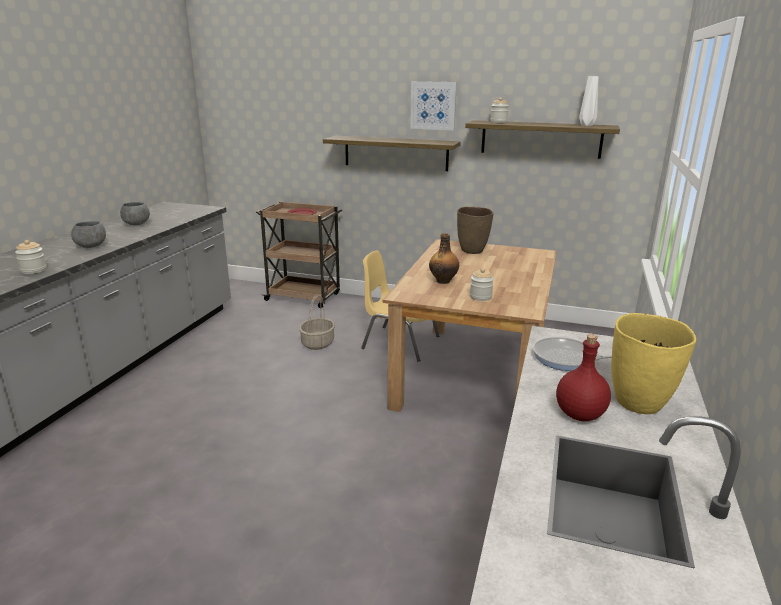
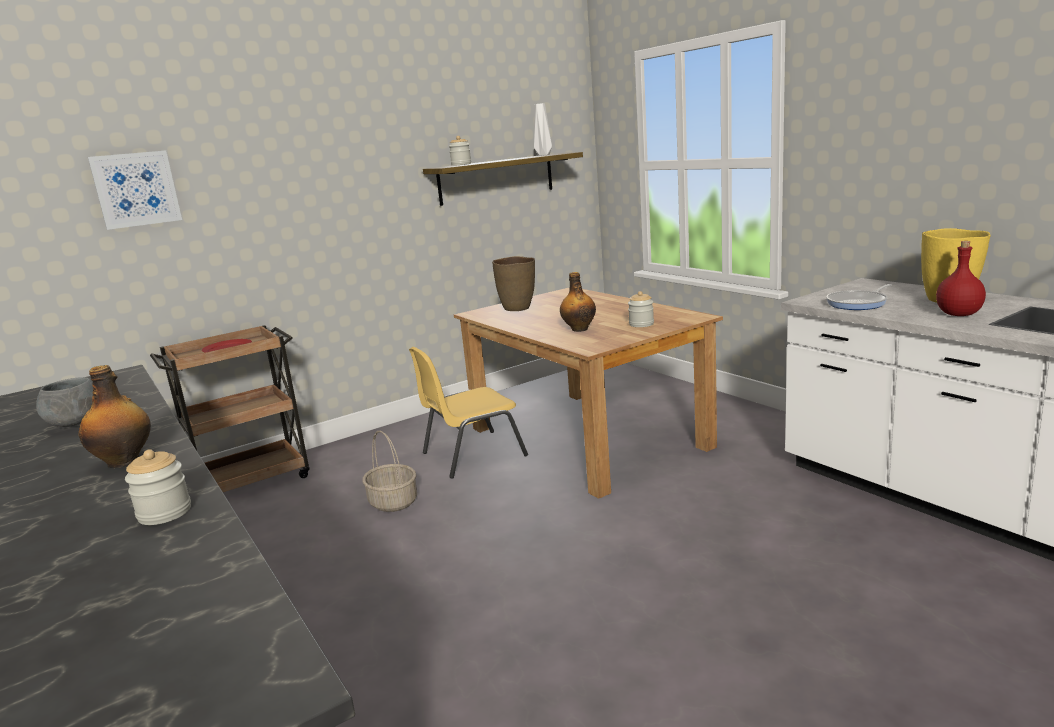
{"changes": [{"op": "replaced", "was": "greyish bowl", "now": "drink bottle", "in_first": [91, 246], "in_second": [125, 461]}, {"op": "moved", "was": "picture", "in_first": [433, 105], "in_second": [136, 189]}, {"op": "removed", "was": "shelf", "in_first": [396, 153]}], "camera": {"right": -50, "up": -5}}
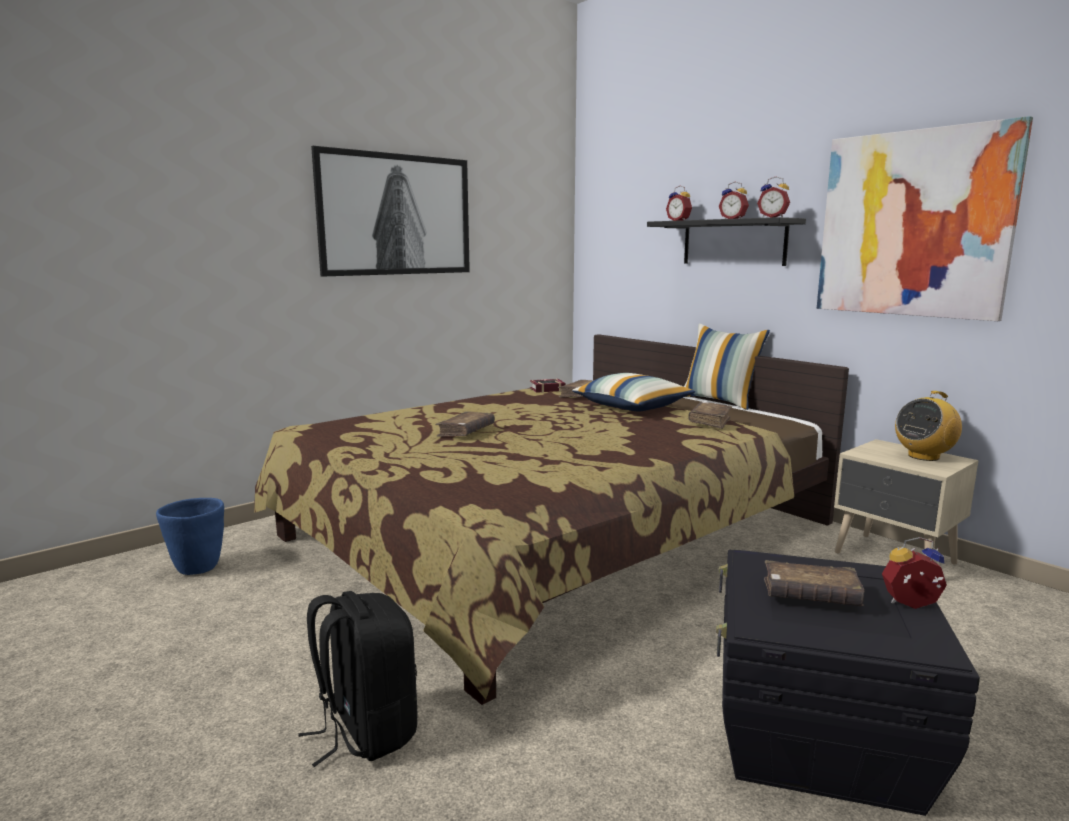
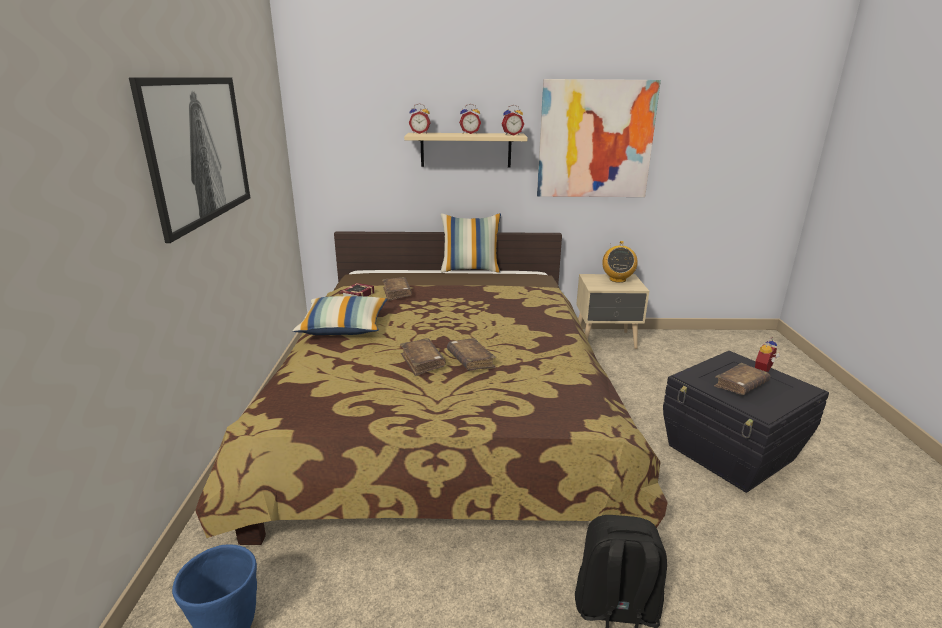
{"changes": [{"op": "moved", "was": "pillow", "in_first": [632, 407], "in_second": [344, 327]}, {"op": "recoloured", "was": "blackish shelf", "now": "beige-coloured shelf", "in_first": [733, 242], "in_second": [466, 150]}, {"op": "moved", "was": "brown volume", "in_first": [710, 421], "in_second": [470, 361]}], "camera": {"right": -50, "up": 10}}
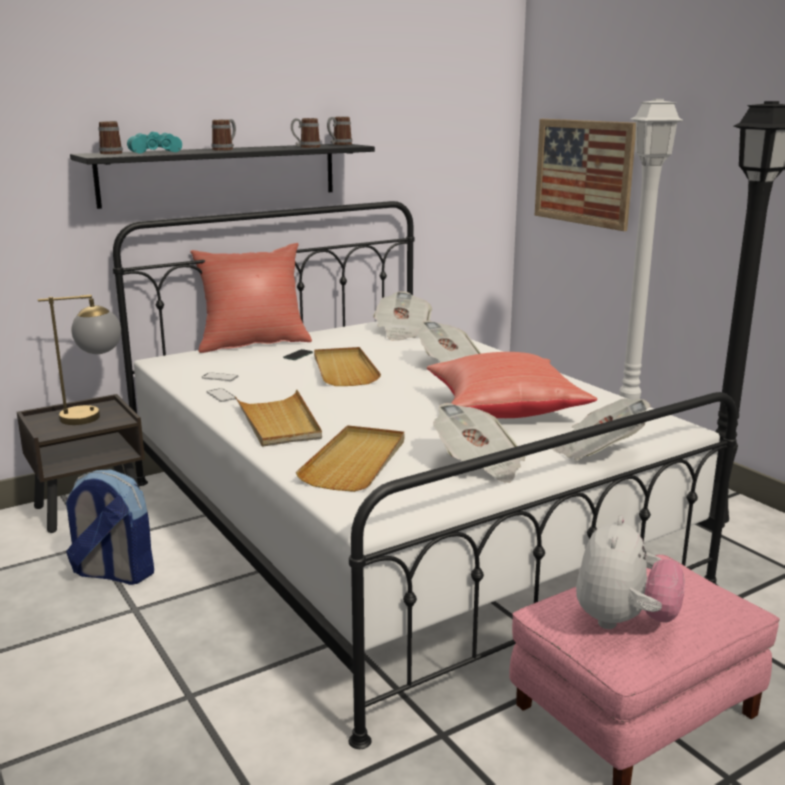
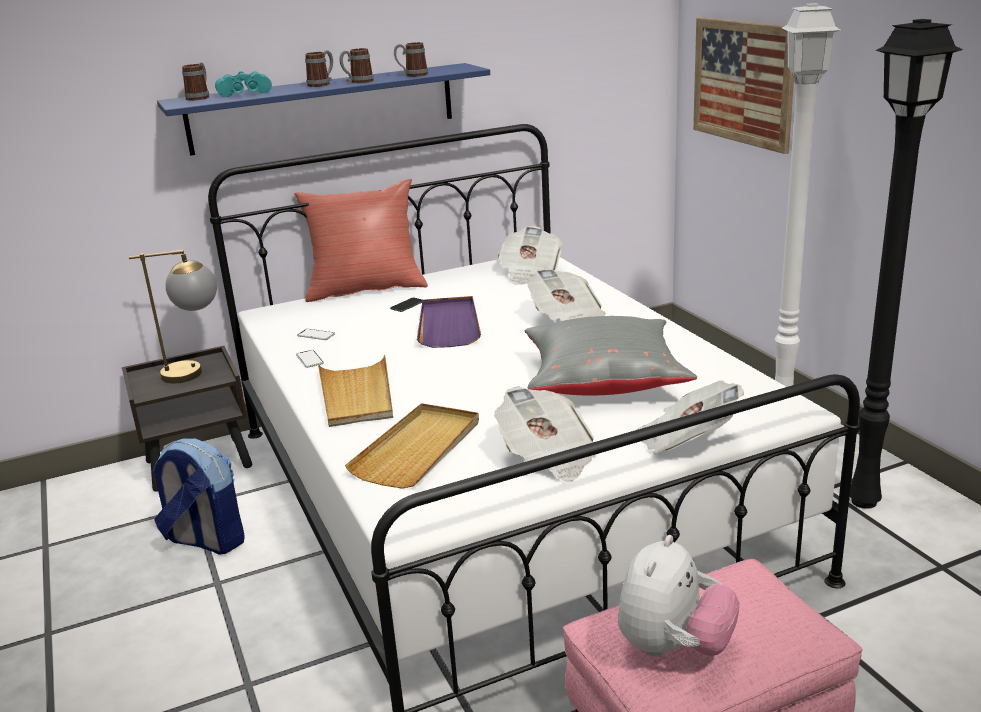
{"changes": [{"op": "recoloured", "was": "blackish shelf", "now": "bluish shelf", "in_first": [221, 174], "in_second": [323, 108]}, {"op": "moved", "was": "tea mug", "in_first": [339, 144], "in_second": [358, 82]}, {"op": "recoloured", "was": "beige-coloured carrying tray", "now": "purplish carrying tray", "in_first": [344, 370], "in_second": [449, 325]}, {"op": "recoloured", "was": "red-coloured pillow", "now": "greyish pillow", "in_first": [504, 410], "in_second": [603, 381]}], "camera": {"right": 10, "up": 5}}
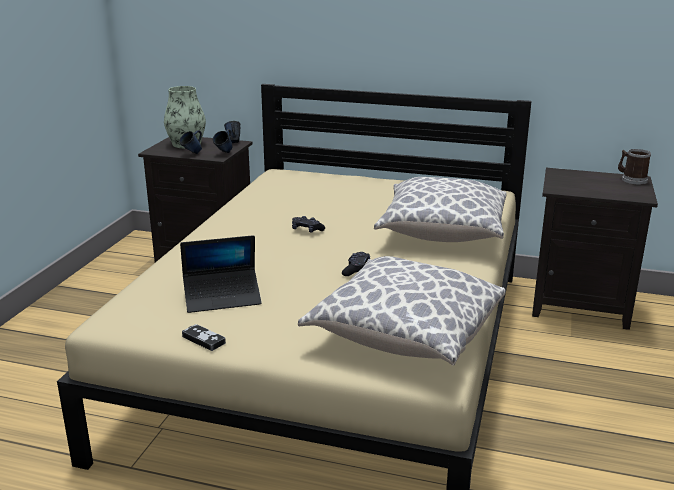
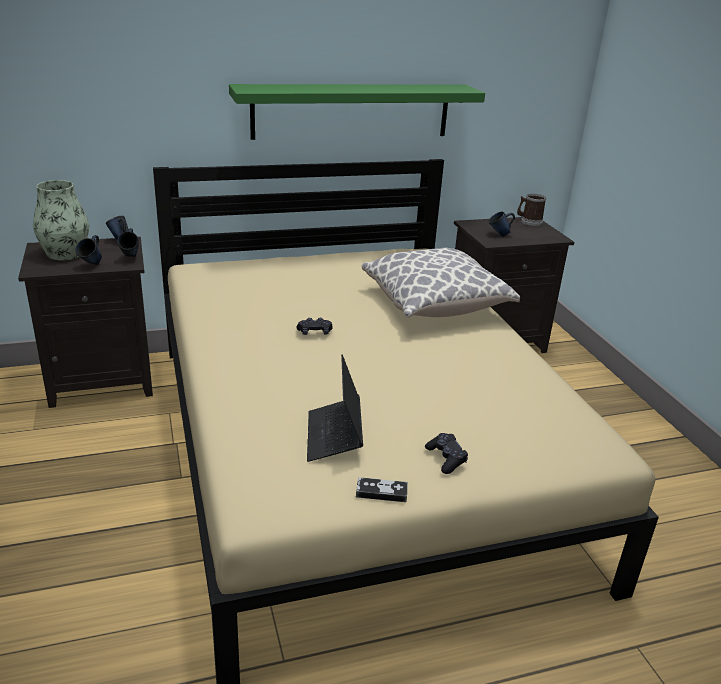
{"changes": [{"op": "added", "now": "green shelf", "in_second": [352, 111]}, {"op": "turned", "was": "portable computer", "in_first": [222, 297], "in_second": [334, 436], "clockwise": 135}, {"op": "moved", "was": "blackish gamepad", "in_first": [356, 269], "in_second": [446, 458]}, {"op": "added", "now": "bluish tea mug", "in_second": [499, 235]}, {"op": "removed", "was": "pillow", "in_first": [404, 336]}], "camera": {"right": -35, "up": 5}}
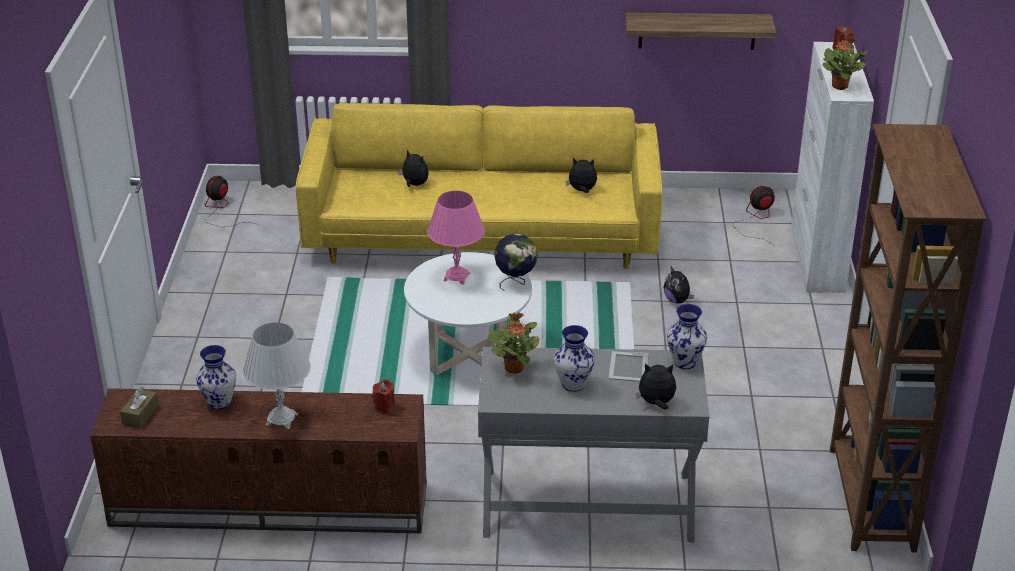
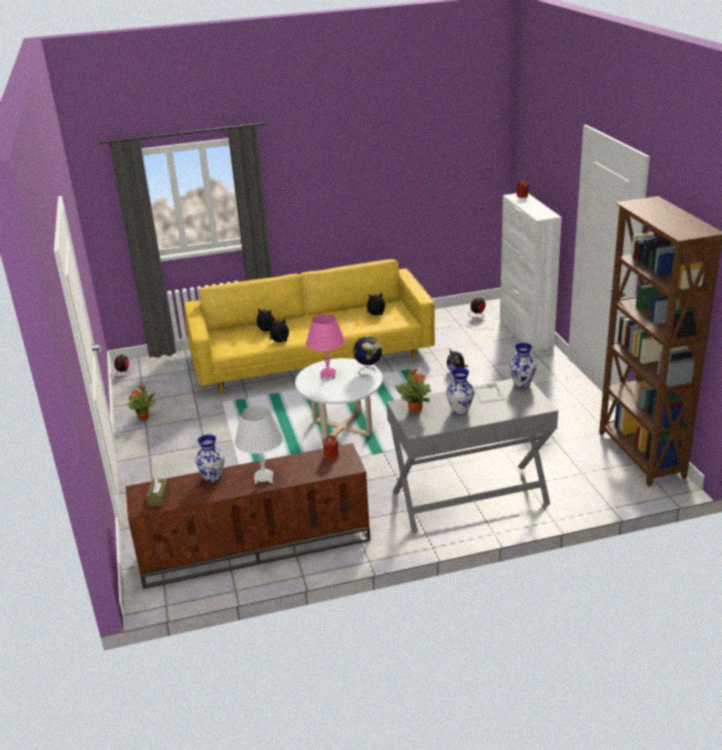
{"changes": [{"op": "moved", "was": "houseplant", "in_first": [840, 86], "in_second": [143, 417]}, {"op": "moved", "was": "plush toy", "in_first": [656, 403], "in_second": [280, 342]}, {"op": "removed", "was": "shelf", "in_first": [697, 31]}], "camera": {"right": -15, "up": -5}}
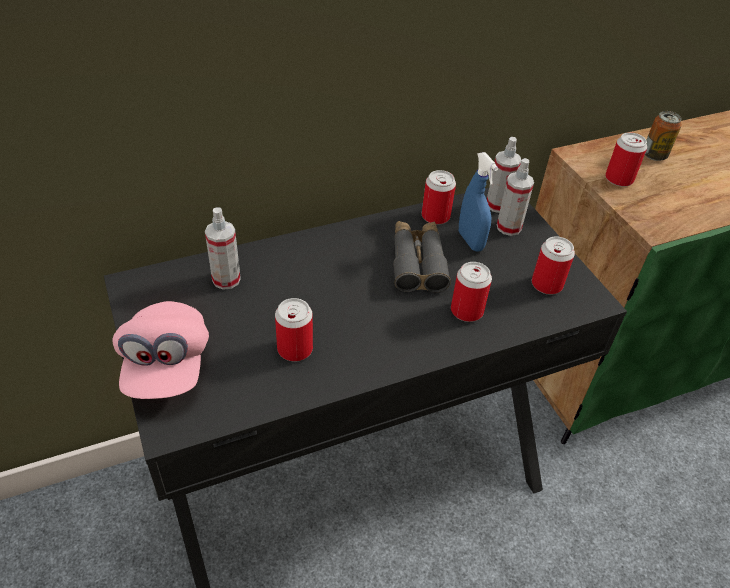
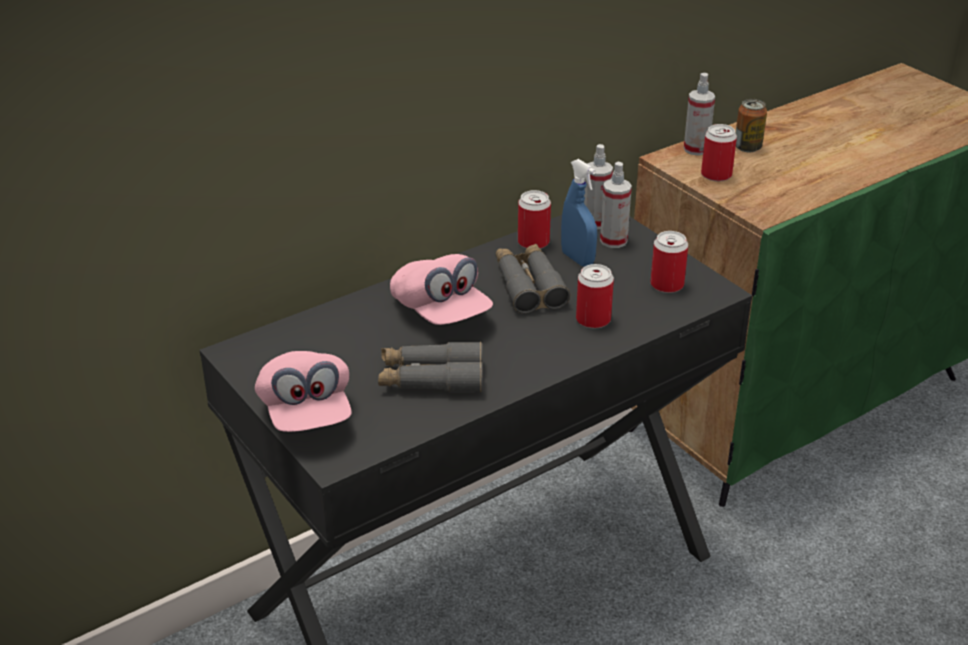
{"changes": [{"op": "replaced", "was": "sealed can", "now": "greyish pair of binoculars", "in_first": [295, 349], "in_second": [431, 378]}, {"op": "added", "now": "pink-coloured peaked cap", "in_second": [441, 312]}, {"op": "moved", "was": "hand sprayer", "in_first": [226, 279], "in_second": [696, 149]}], "camera": {"right": -10, "up": -10}}
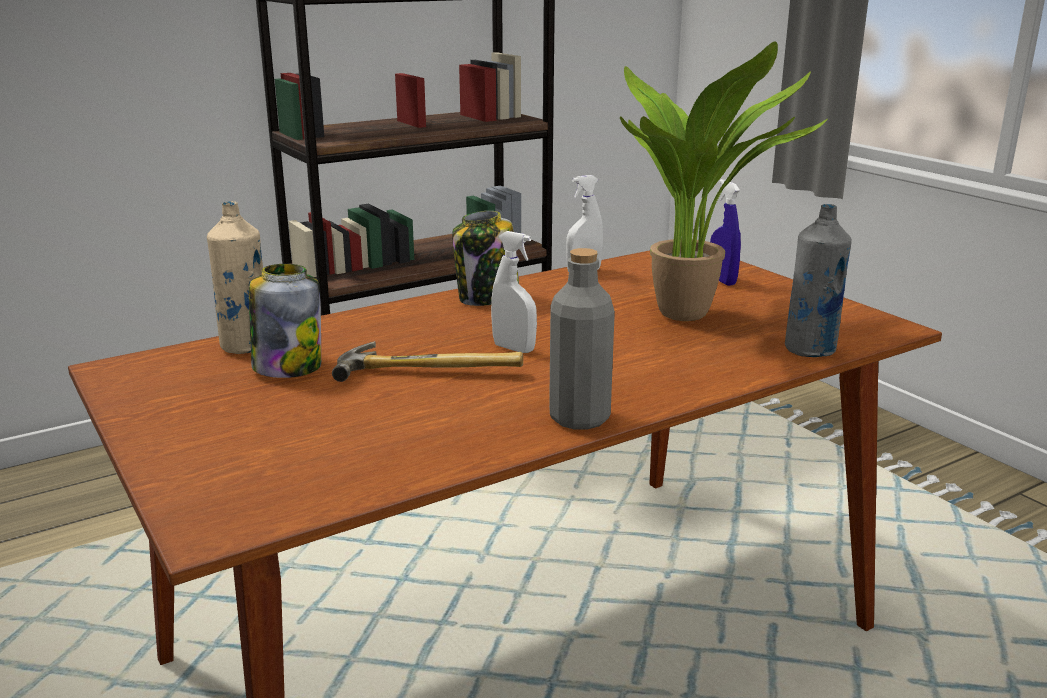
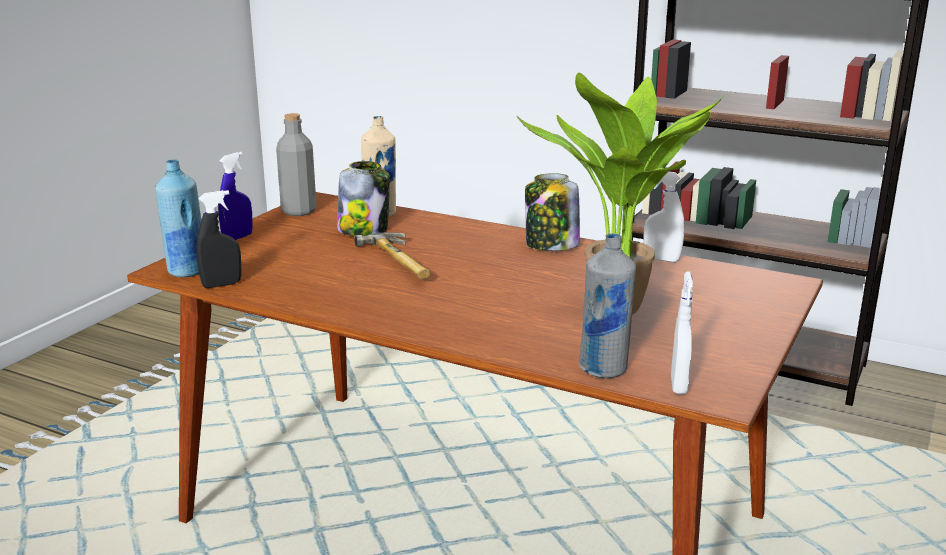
{"changes": [{"op": "added", "now": "bluish drink bottle", "in_second": [186, 271]}, {"op": "added", "now": "blackish hand sprayer", "in_second": [222, 284]}, {"op": "moved", "was": "bluish hand sprayer", "in_first": [722, 280], "in_second": [238, 238]}, {"op": "moved", "was": "greyish drink bottle", "in_first": [579, 418], "in_second": [299, 211]}, {"op": "moved", "was": "white hand sprayer", "in_first": [514, 348], "in_second": [678, 385]}], "camera": {"right": 60, "up": 0}}
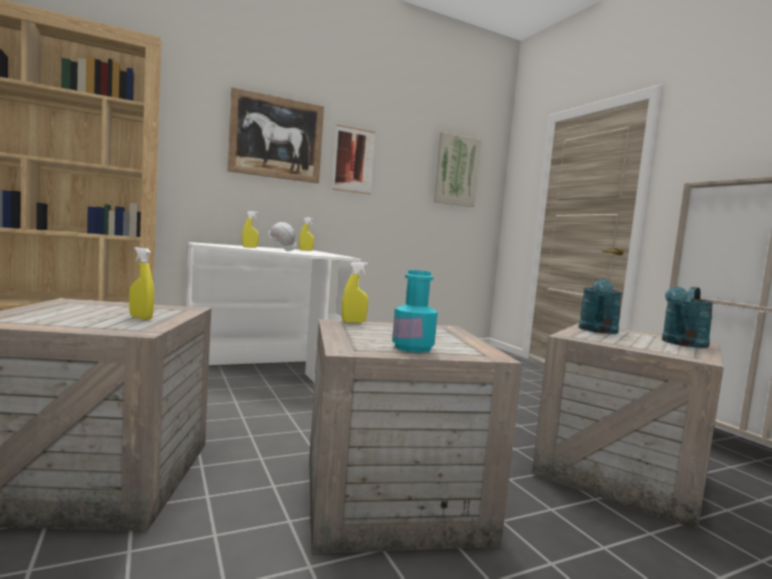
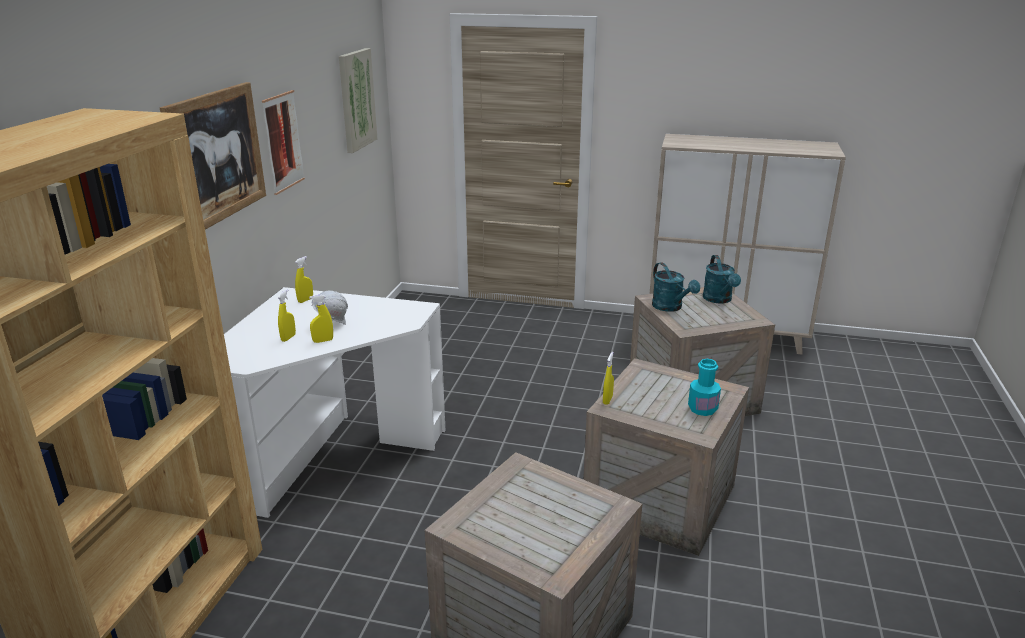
{"changes": [{"op": "moved", "was": "yellow hand sprayer", "in_first": [140, 318], "in_second": [323, 341]}], "camera": {"right": -50, "up": 20}}
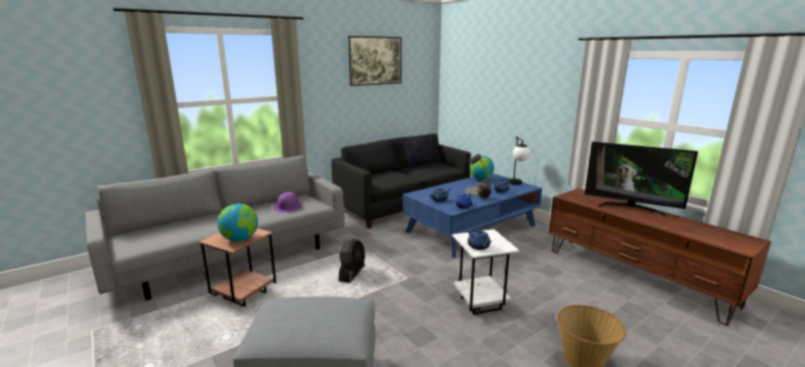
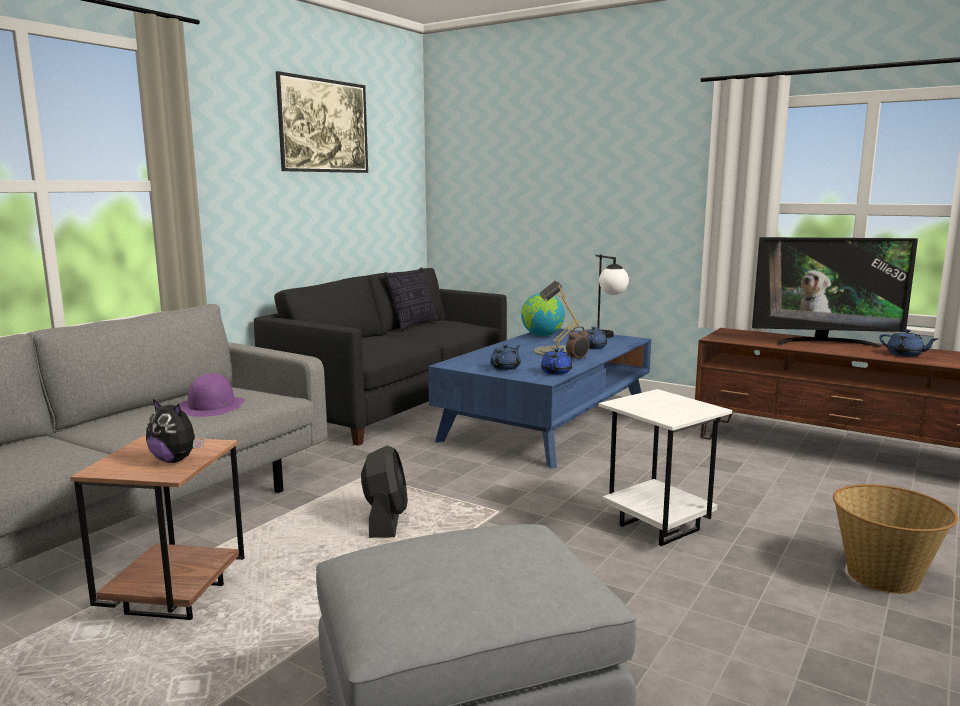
{"changes": [{"op": "replaced", "was": "desk globe", "now": "plush toy", "in_first": [240, 239], "in_second": [175, 460]}, {"op": "moved", "was": "bluish teapot", "in_first": [478, 247], "in_second": [905, 354]}], "camera": {"right": -20, "up": -5}}
